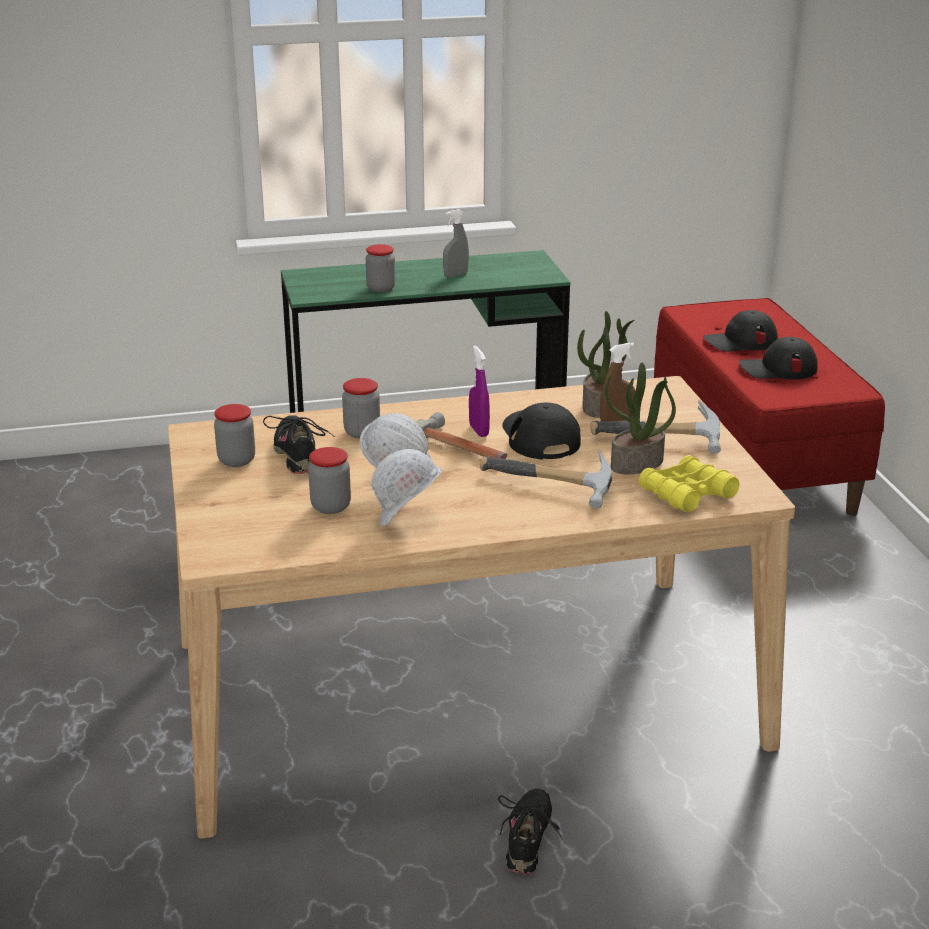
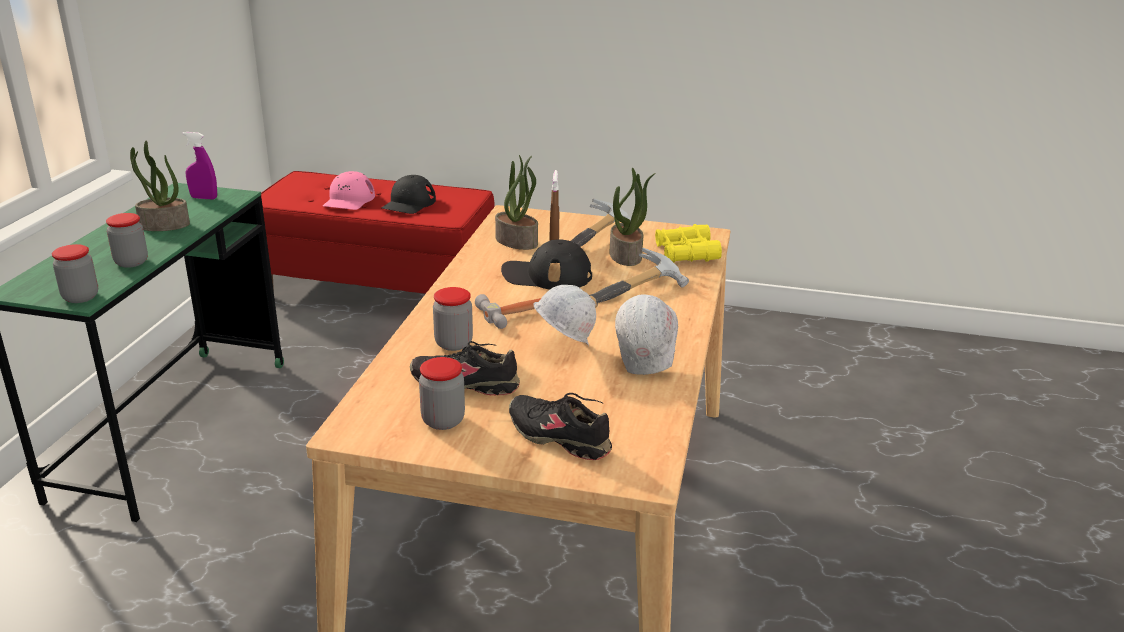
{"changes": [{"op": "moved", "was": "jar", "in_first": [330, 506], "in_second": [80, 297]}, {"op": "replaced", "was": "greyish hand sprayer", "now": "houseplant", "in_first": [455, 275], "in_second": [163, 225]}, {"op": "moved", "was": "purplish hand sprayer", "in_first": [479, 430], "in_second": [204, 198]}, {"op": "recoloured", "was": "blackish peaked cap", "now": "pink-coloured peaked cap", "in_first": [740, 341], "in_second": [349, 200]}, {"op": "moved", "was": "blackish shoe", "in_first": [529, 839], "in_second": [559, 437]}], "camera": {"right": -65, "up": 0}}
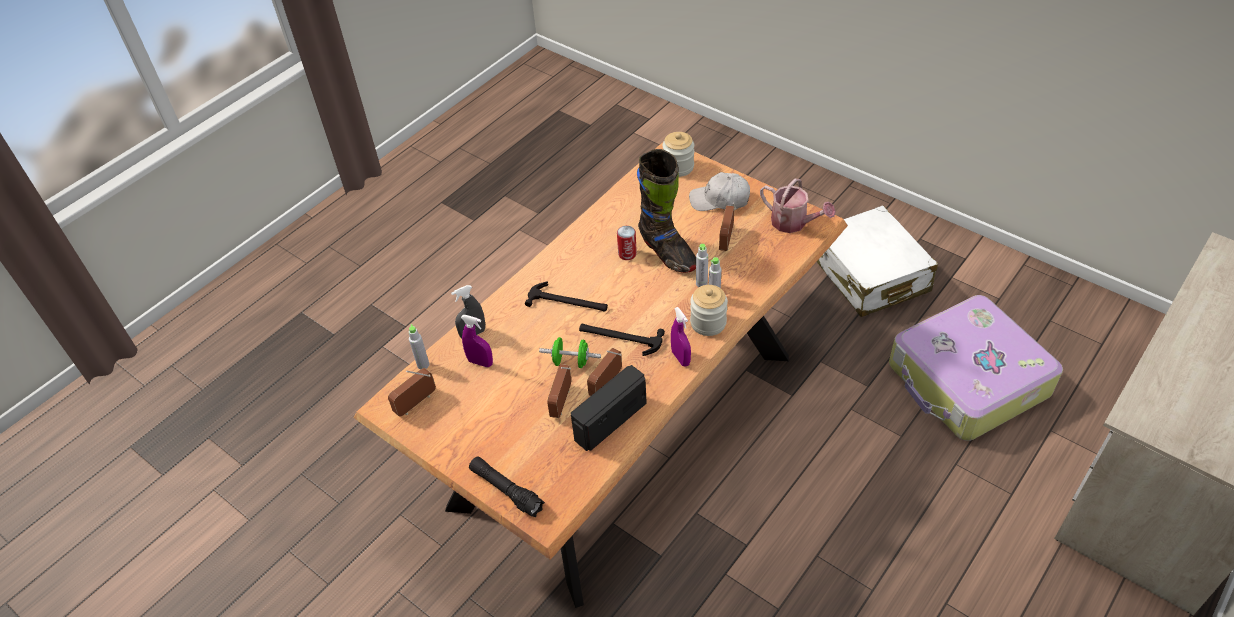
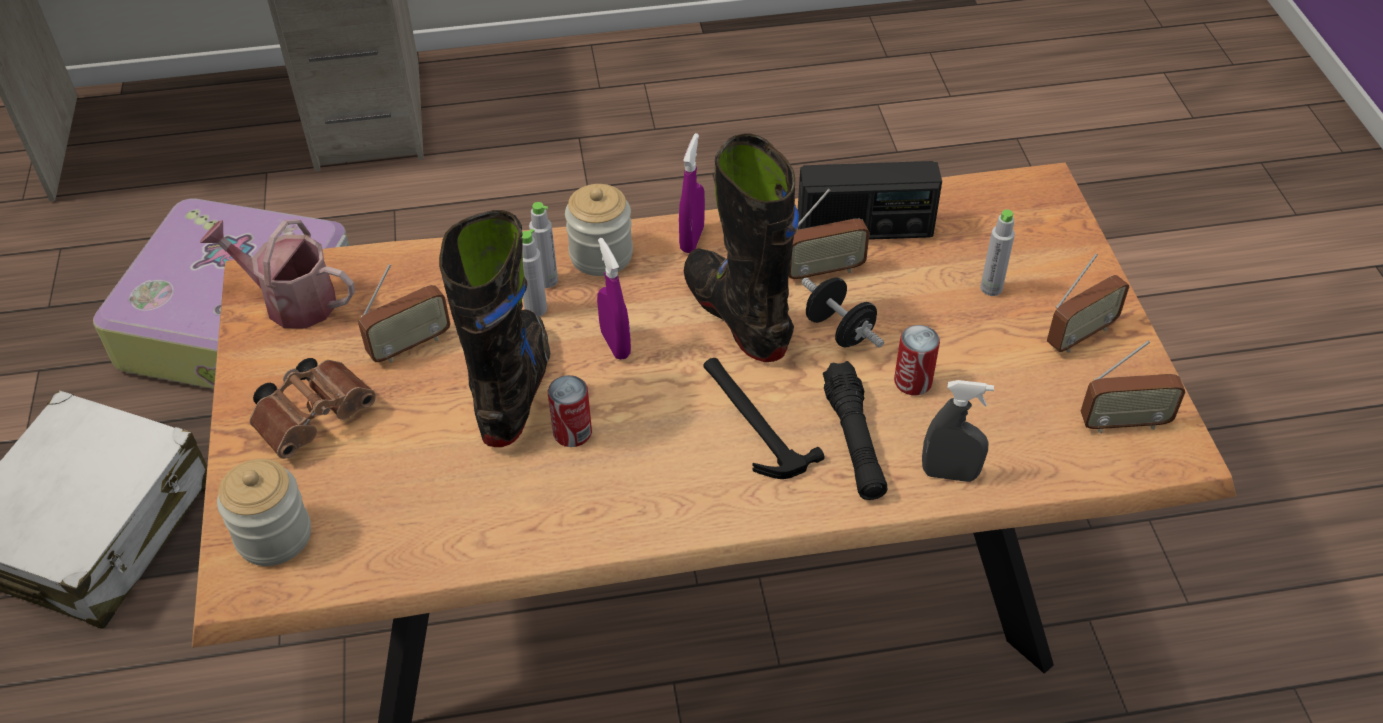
{"changes": [{"op": "turned", "was": "sprinkling can", "in_first": [793, 223], "in_second": [291, 301], "clockwise": -60}, {"op": "replaced", "was": "white peaked cap", "now": "brown pair of binoculars", "in_first": [720, 200], "in_second": [316, 417]}, {"op": "moved", "was": "purplish hand sprayer", "in_first": [480, 362], "in_second": [615, 344]}, {"op": "replaced", "was": "hand hammer", "now": "blackish tall boot", "in_first": [620, 338], "in_second": [737, 315]}, {"op": "recoloured", "was": "green dumbbell", "now": "blackish dumbbell", "in_first": [571, 361], "in_second": [839, 330]}, {"op": "moved", "was": "blackish torch", "in_first": [506, 490], "in_second": [854, 441]}, {"op": "added", "now": "sealed can", "in_second": [913, 382]}, {"op": "moved", "was": "greyish drink bottle", "in_first": [423, 365], "in_second": [991, 288]}, {"op": "moved", "was": "radio receiver", "in_first": [562, 402], "in_second": [1080, 335]}], "camera": {"right": -140, "up": 0}}
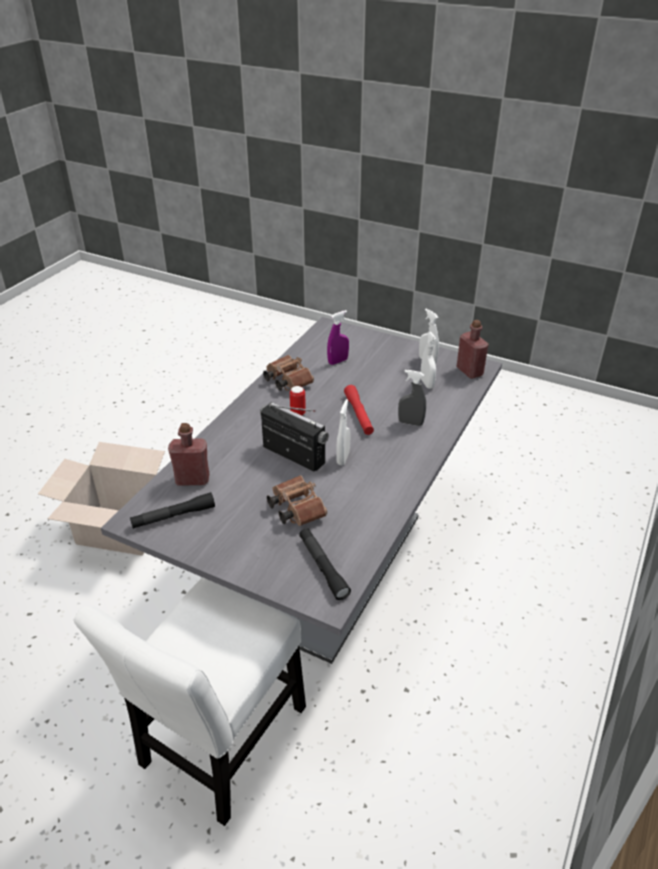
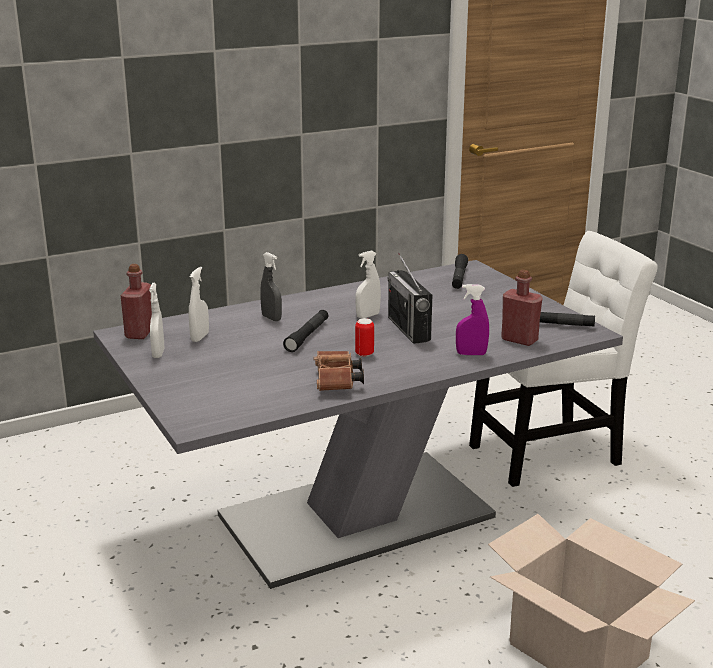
{"changes": [{"op": "recoloured", "was": "red-coloured torch", "now": "blackish torch", "in_first": [359, 415], "in_second": [307, 336]}, {"op": "moved", "was": "purplish hand sprayer", "in_first": [338, 361], "in_second": [471, 354]}, {"op": "removed", "was": "brown pair of binoculars", "in_first": [295, 508]}], "camera": {"right": -145, "up": -15}}
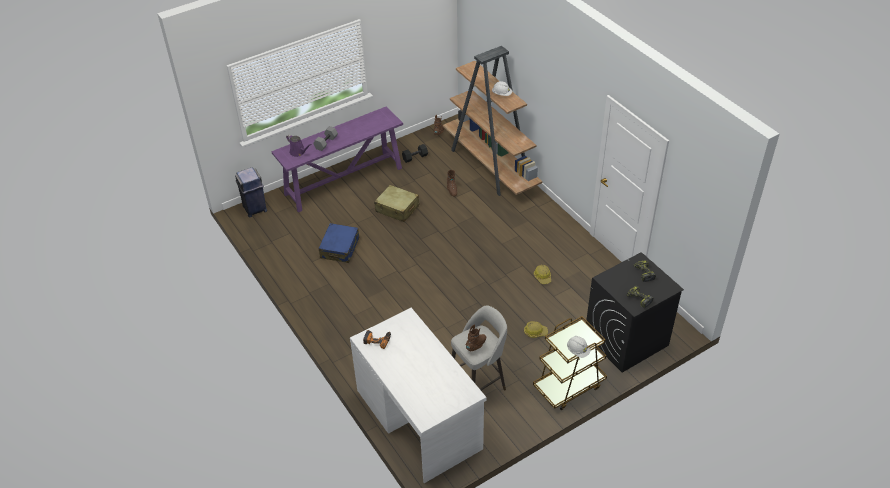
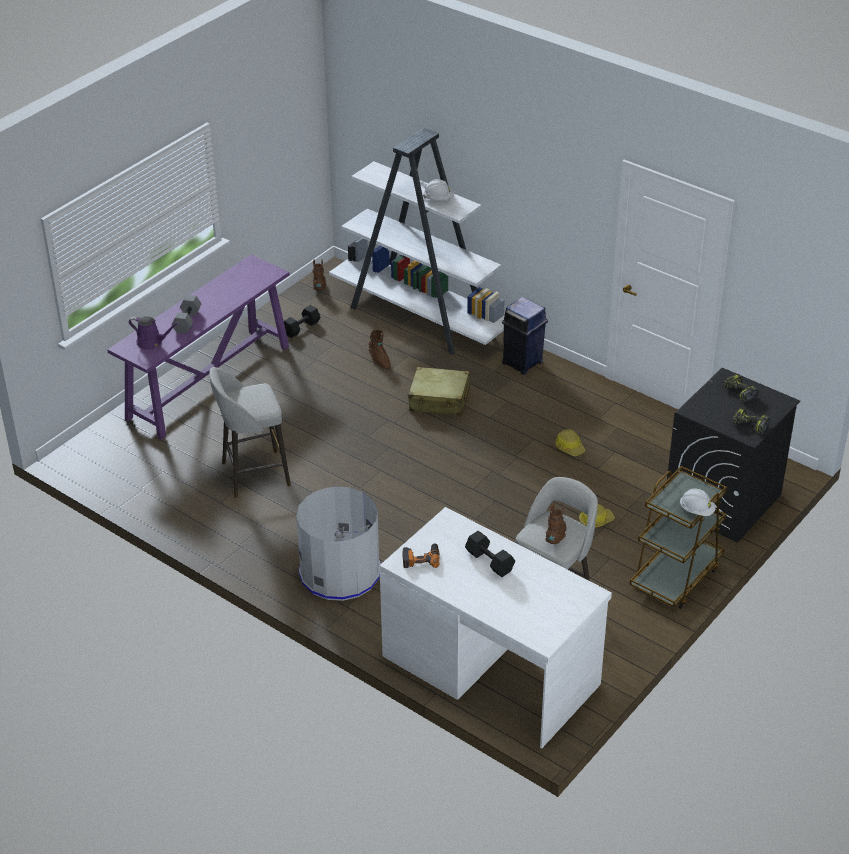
{"changes": [{"op": "replaced", "was": "bluish piece of luggage", "now": "greyish sitting stool", "in_first": [340, 248], "in_second": [253, 474]}, {"op": "added", "now": "greyish rubbish bin", "in_second": [340, 572]}, {"op": "recoloured", "was": "brown shelving unit", "now": "white shelving unit", "in_first": [491, 166], "in_second": [420, 318]}, {"op": "moved", "was": "beige-coloured piece of luggage", "in_first": [397, 208], "in_second": [439, 400]}, {"op": "added", "now": "blackish dumbbell", "in_second": [490, 561]}, {"op": "moved", "was": "bluish rubbish bin", "in_first": [255, 209], "in_second": [523, 363]}], "camera": {"right": -20, "up": -5}}
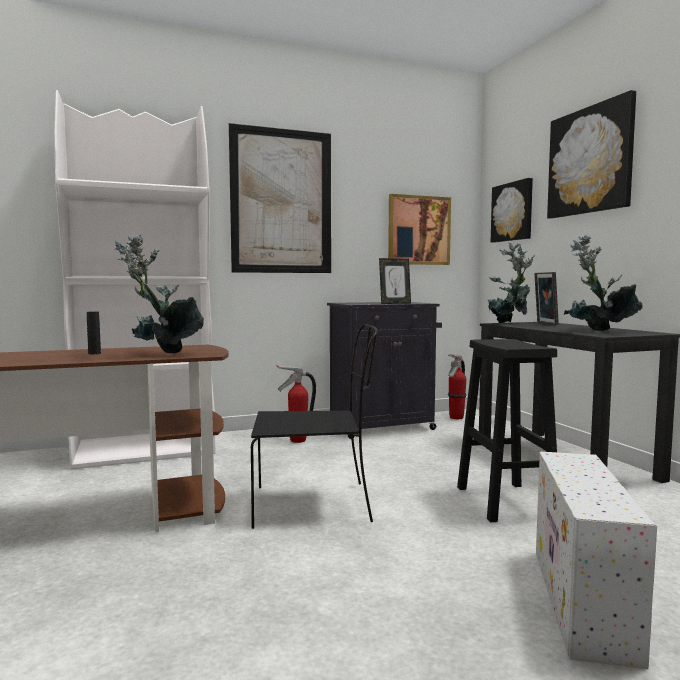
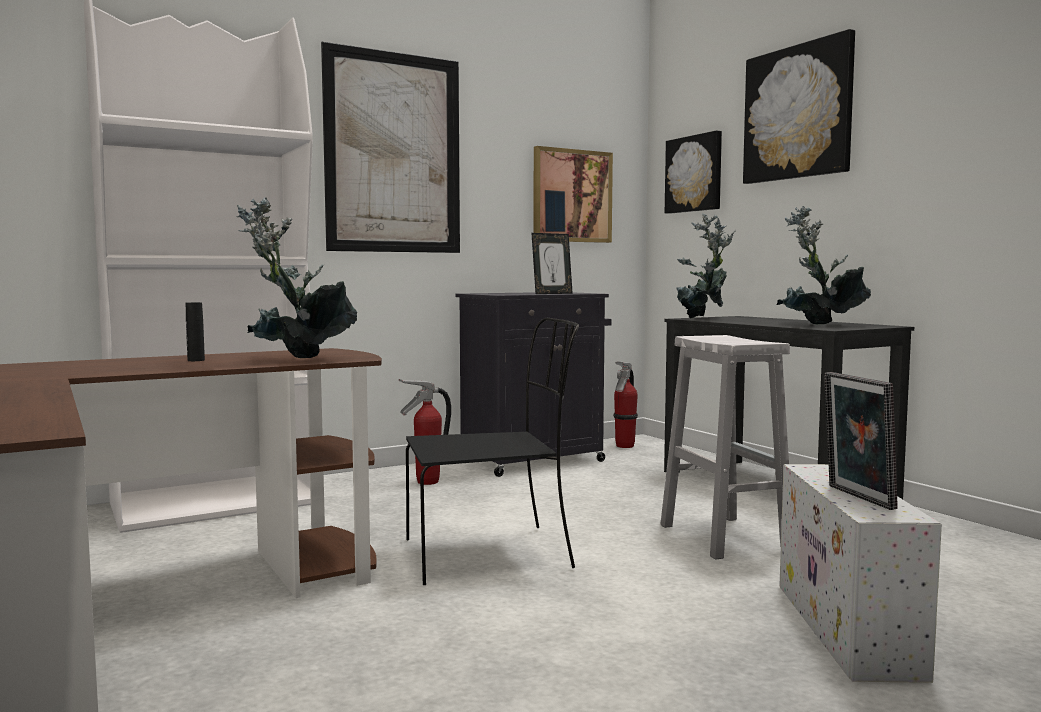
{"changes": [{"op": "recoloured", "was": "blackish sitting stool", "now": "white sitting stool", "in_first": [504, 501], "in_second": [722, 536]}, {"op": "moved", "was": "picture frame", "in_first": [545, 323], "in_second": [856, 497]}], "camera": {"right": -10, "up": 0}}
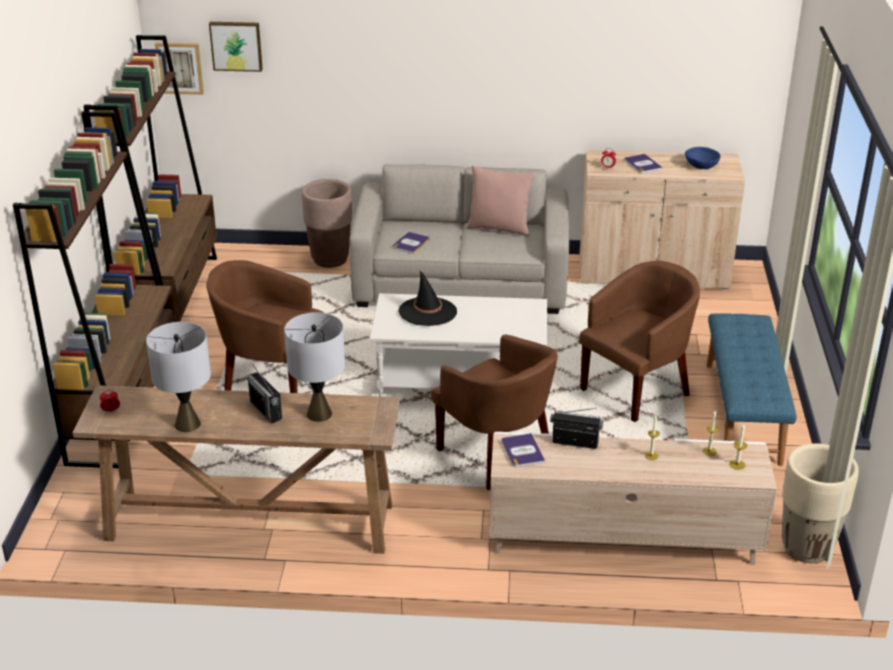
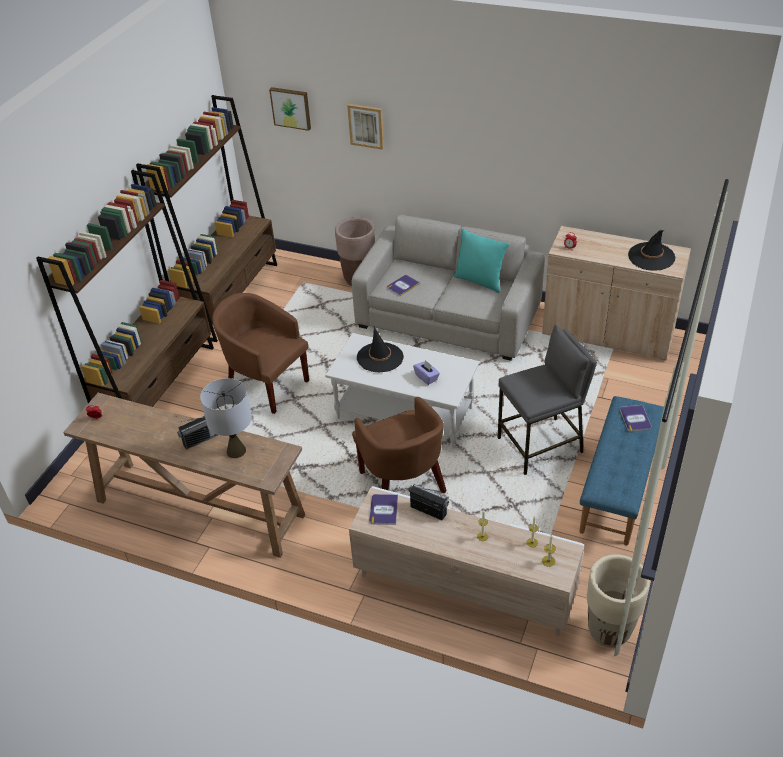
{"changes": [{"op": "turned", "was": "radio receiver", "in_first": [266, 410], "in_second": [200, 439], "clockwise": -105}, {"op": "moved", "was": "picture", "in_first": [180, 67], "in_second": [366, 126]}, {"op": "added", "now": "purplish tissue holder", "in_second": [426, 377]}, {"op": "recoloured", "was": "pink-coloured pillow", "now": "blue-green pillow", "in_first": [499, 228], "in_second": [479, 281]}, {"op": "replaced", "was": "brown lounge chair", "now": "greyish sitting stool", "in_first": [636, 389], "in_second": [540, 446]}, {"op": "moved", "was": "volume", "in_first": [642, 164], "in_second": [635, 418]}, {"op": "replaced", "was": "bluish bowl", "now": "blackish wearable hat", "in_first": [701, 165], "in_second": [651, 257]}, {"op": "removed", "was": "greyish lamp for a table", "in_first": [188, 424]}], "camera": {"right": 20, "up": 10}}
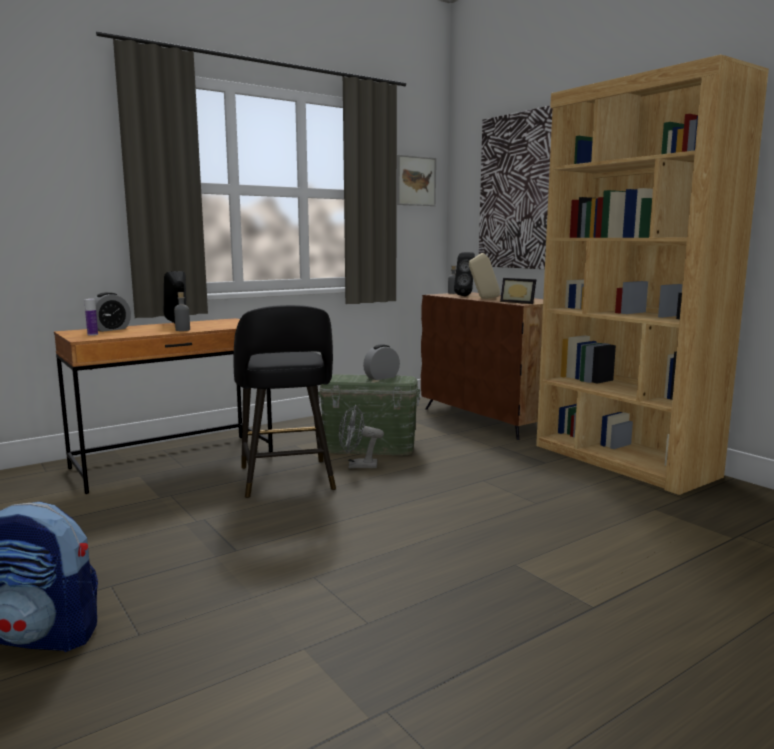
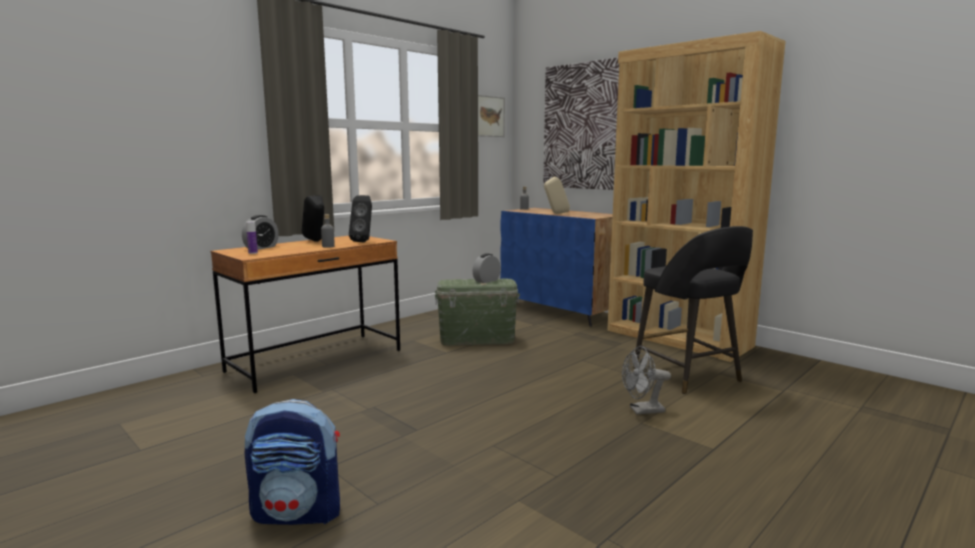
{"changes": [{"op": "moved", "was": "blackish audio speaker", "in_first": [465, 296], "in_second": [364, 242]}, {"op": "recoloured", "was": "brown cupboard", "now": "bluish cupboard", "in_first": [488, 419], "in_second": [559, 311]}, {"op": "moved", "was": "greyish fan", "in_first": [357, 466], "in_second": [642, 411]}, {"op": "moved", "was": "blackish sitting stool", "in_first": [287, 479], "in_second": [688, 375]}, {"op": "removed", "was": "picture frame", "in_first": [519, 302]}], "camera": {"right": -10, "up": 0}}
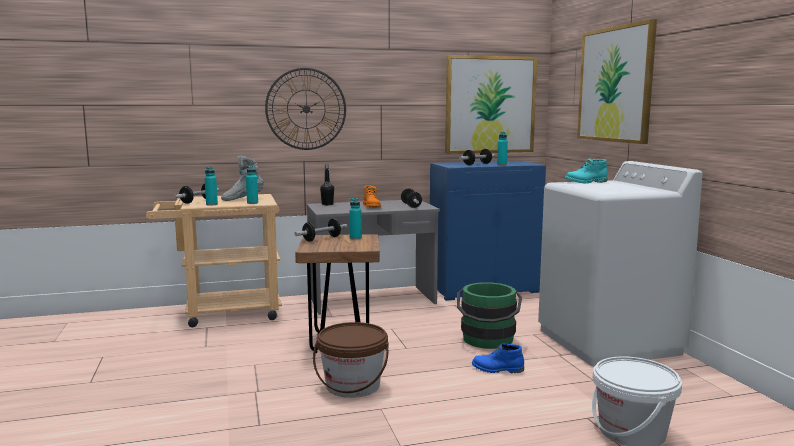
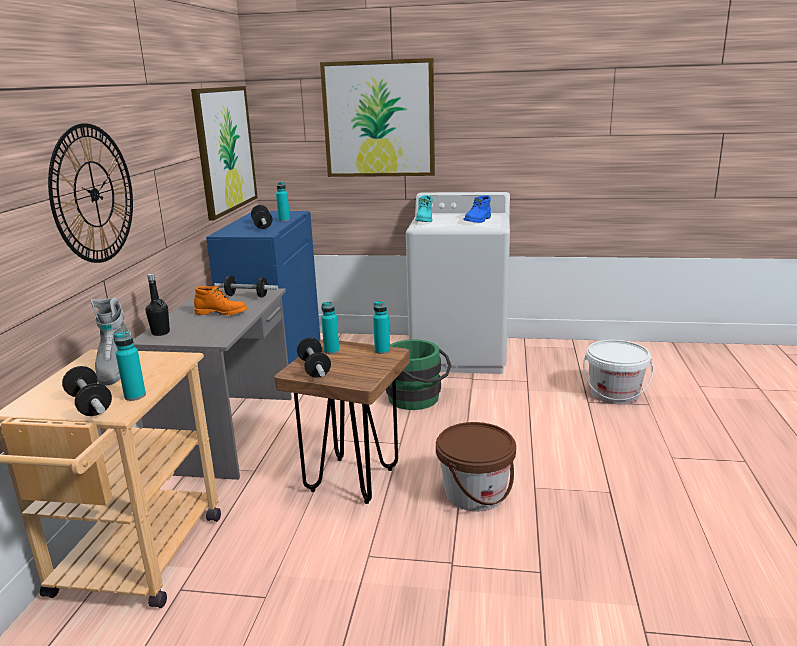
{"changes": [{"op": "moved", "was": "blue-green drink bottle", "in_first": [252, 203], "in_second": [382, 351]}, {"op": "moved", "was": "bluish tall boot", "in_first": [497, 369], "in_second": [478, 220]}], "camera": {"right": -65, "up": 10}}
